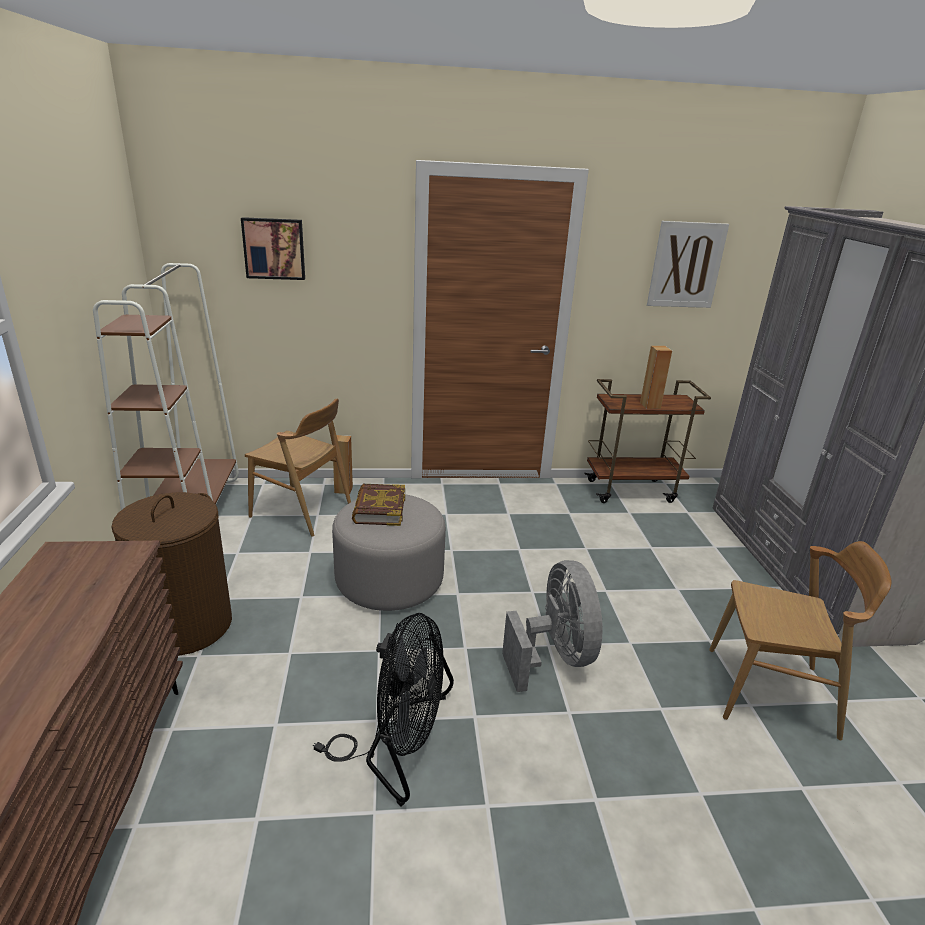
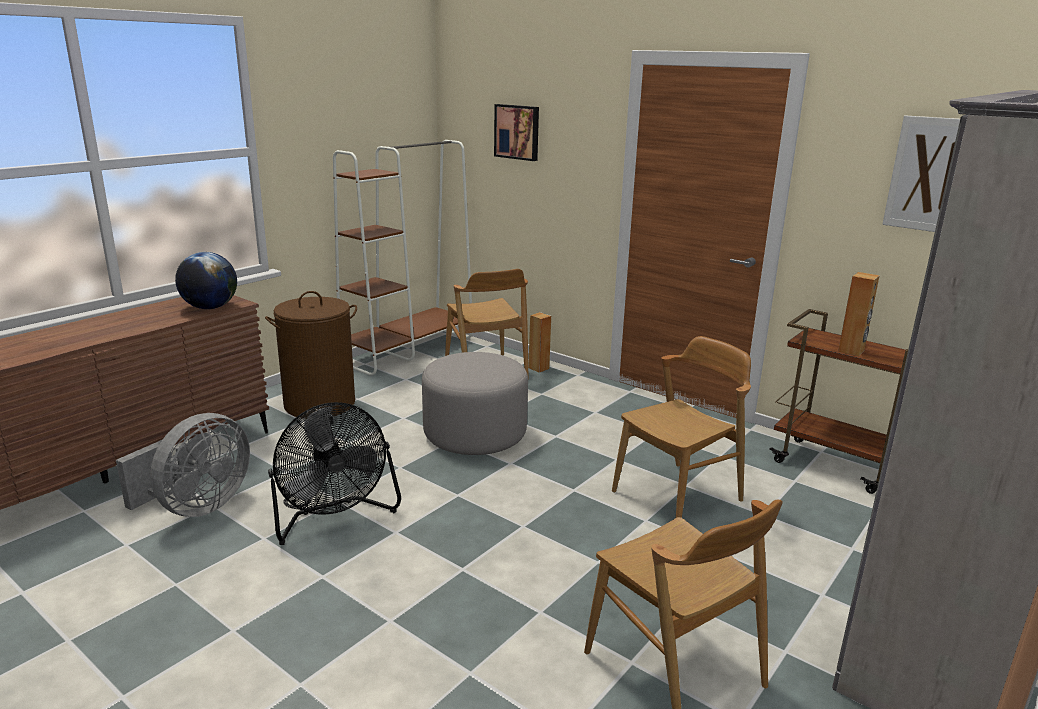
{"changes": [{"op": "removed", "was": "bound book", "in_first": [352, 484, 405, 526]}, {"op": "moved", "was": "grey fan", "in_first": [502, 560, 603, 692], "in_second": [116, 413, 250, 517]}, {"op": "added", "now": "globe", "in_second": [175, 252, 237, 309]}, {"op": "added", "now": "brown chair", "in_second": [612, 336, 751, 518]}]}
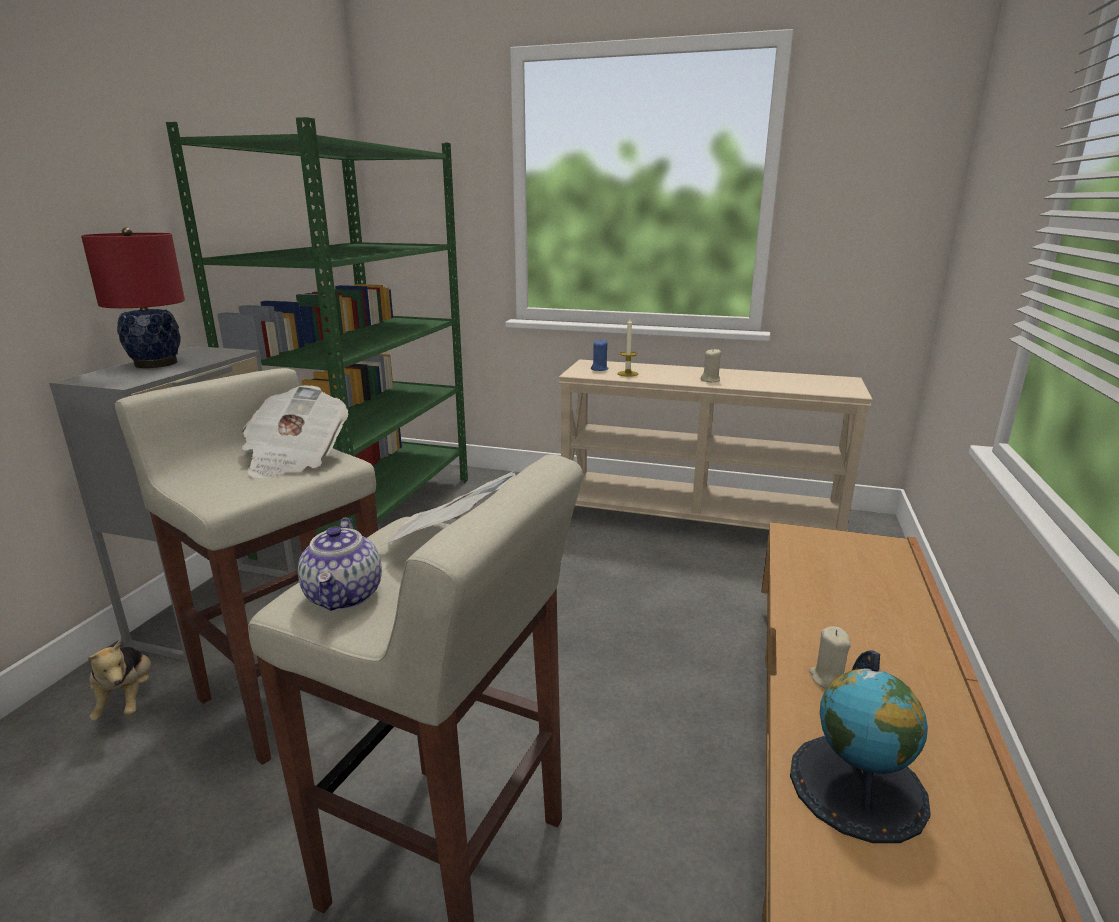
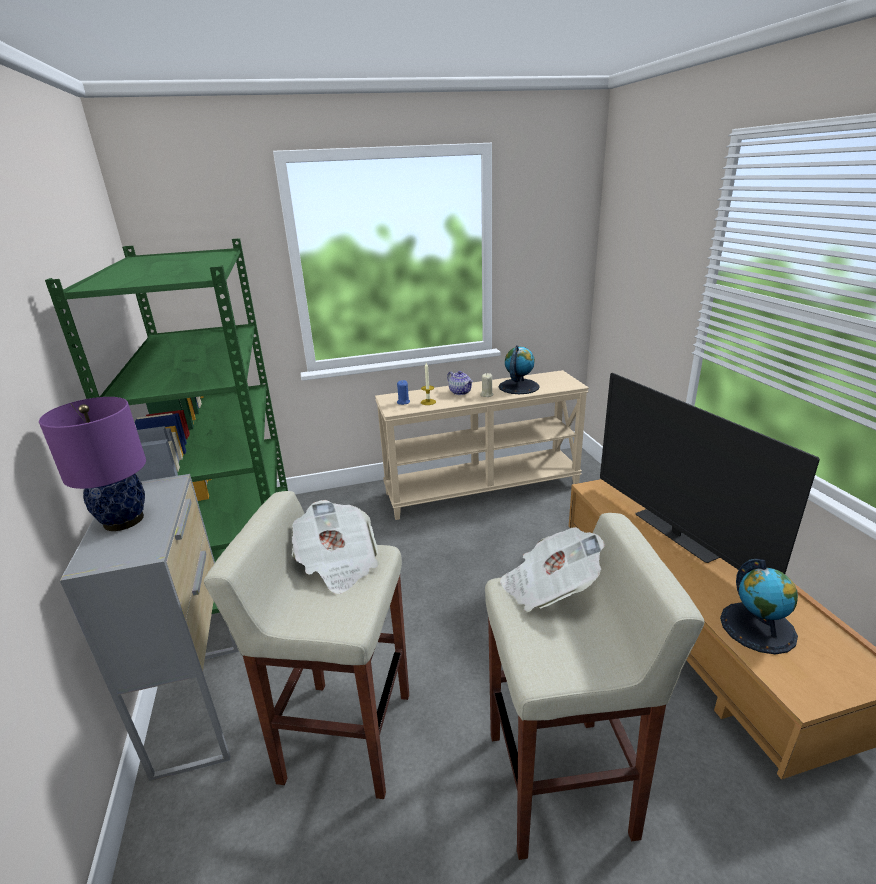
{"changes": [{"op": "recoloured", "was": "red-coloured tabletop lamp", "now": "purplish tabletop lamp", "in_first": [81, 227, 185, 368], "in_second": [39, 397, 146, 531]}, {"op": "removed", "was": "plush toy", "in_first": [88, 638, 151, 721]}, {"op": "moved", "was": "pot for tea", "in_first": [298, 518, 382, 611], "in_second": [447, 371, 473, 395]}, {"op": "removed", "was": "beige wax candle", "in_first": [809, 626, 851, 689]}, {"op": "added", "now": "globe", "in_second": [499, 345, 540, 394]}, {"op": "added", "now": "TV", "in_second": [600, 373, 820, 574]}]}
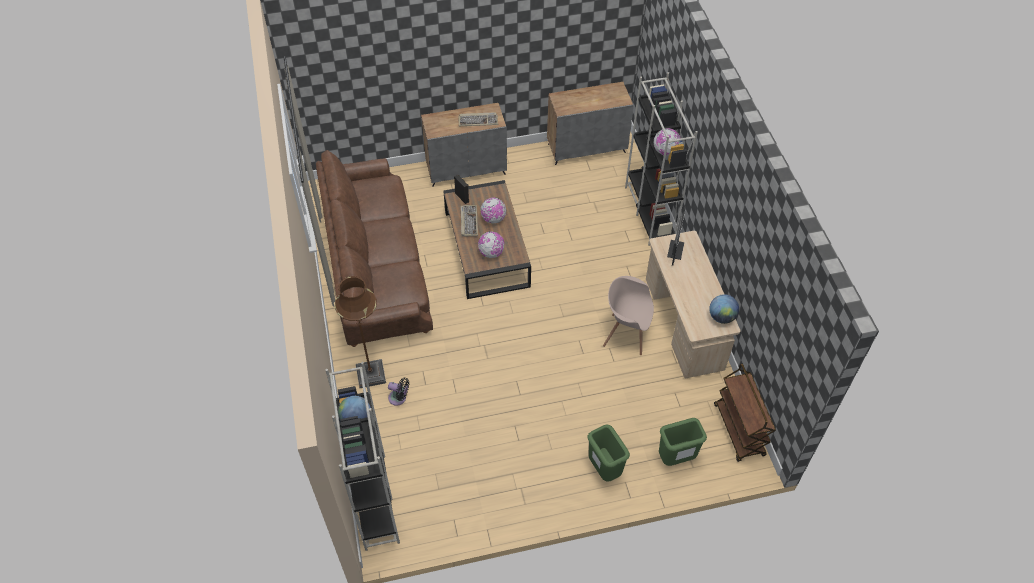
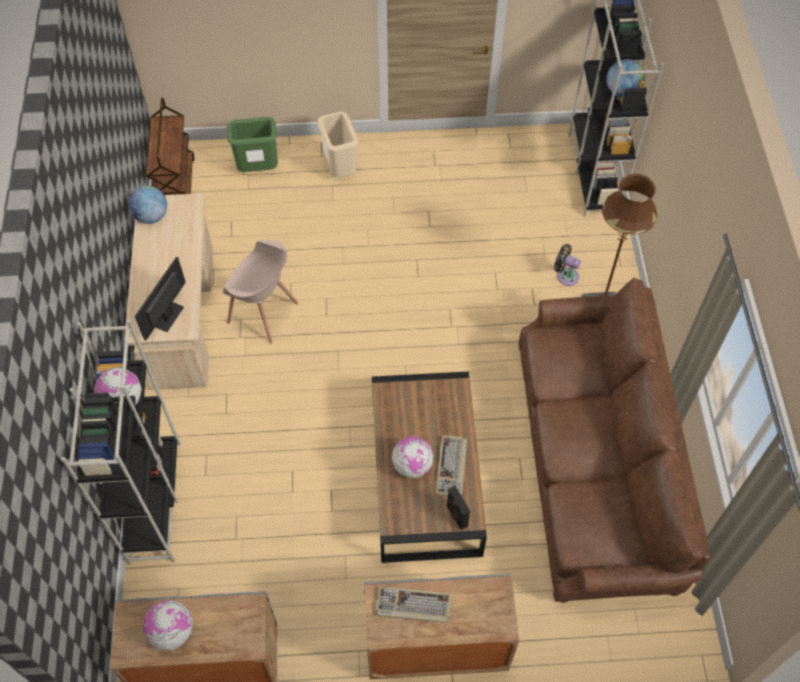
{"changes": [{"op": "moved", "was": "globe", "in_first": [478, 231, 505, 258], "in_second": [143, 600, 193, 650]}, {"op": "recoloured", "was": "green rubbish bin", "now": "beige rubbish bin", "in_first": [588, 425, 630, 482], "in_second": [317, 111, 358, 178]}]}
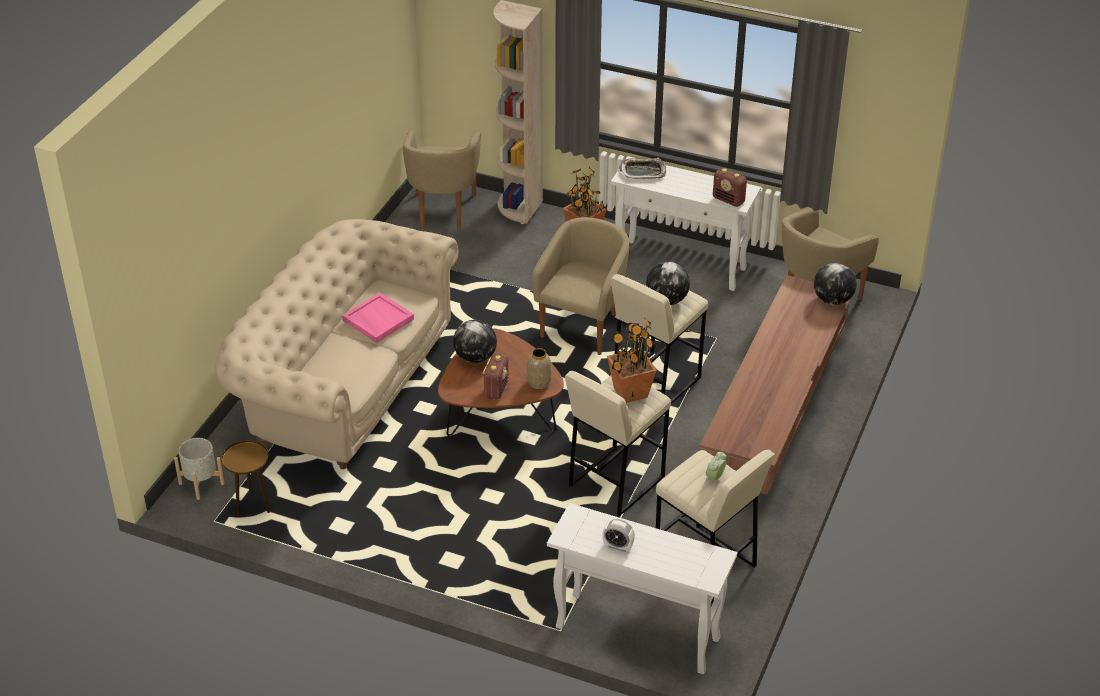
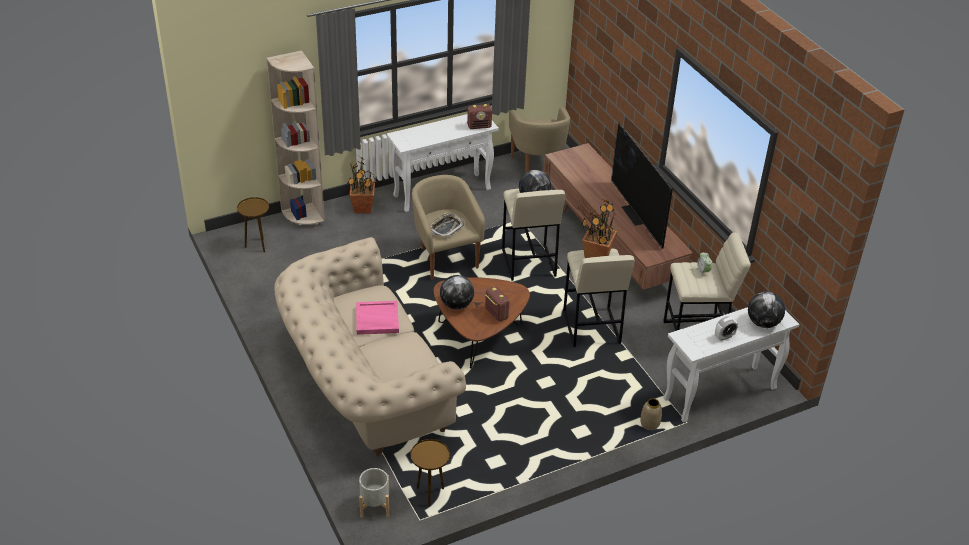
{"changes": [{"op": "replaced", "was": "beige easy chair", "now": "brown accent table", "in_first": [403, 130, 481, 230], "in_second": [237, 197, 269, 252]}, {"op": "moved", "was": "flower vase", "in_first": [526, 348, 552, 389], "in_second": [640, 398, 662, 430]}, {"op": "moved", "was": "carrying tray", "in_first": [619, 158, 666, 179], "in_second": [430, 213, 464, 237]}, {"op": "moved", "was": "globe", "in_first": [814, 263, 857, 305], "in_second": [748, 292, 785, 328]}, {"op": "added", "now": "TV", "in_second": [611, 122, 673, 248]}]}
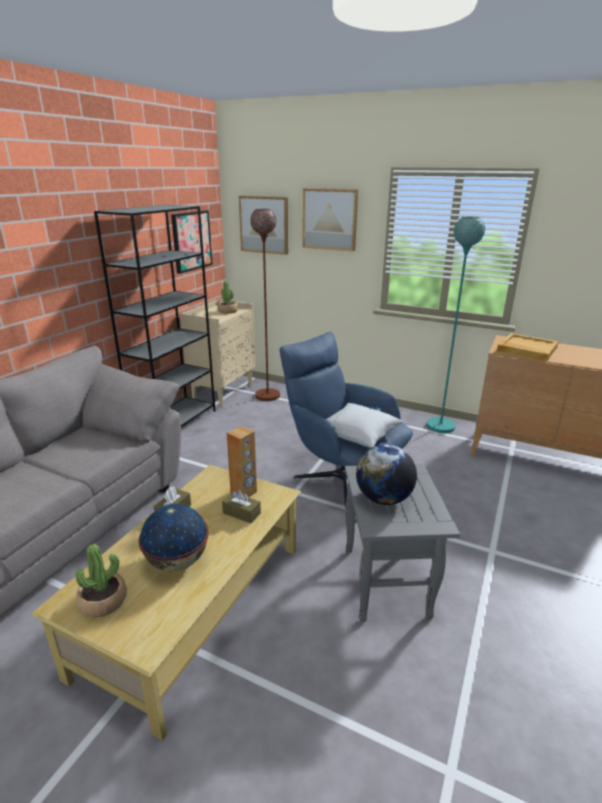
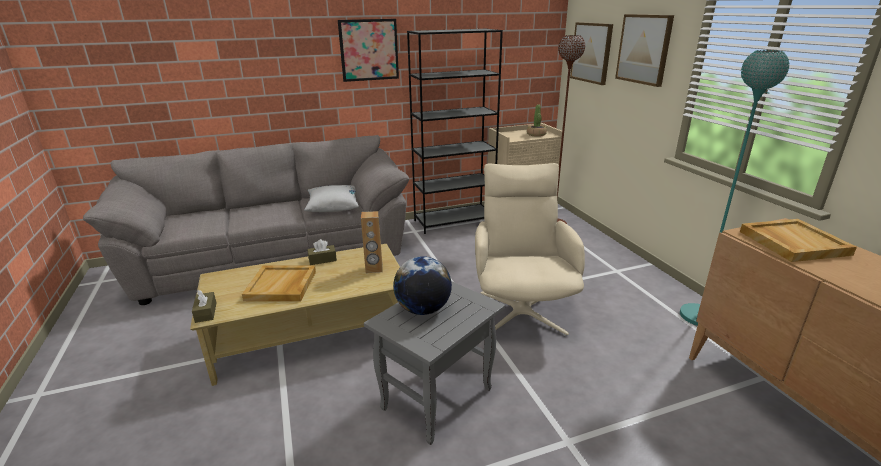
{"changes": [{"op": "removed", "was": "houseplant", "in_first": [75, 544, 127, 617]}, {"op": "replaced", "was": "globe", "now": "beige carrying tray", "in_first": [139, 504, 209, 572], "in_second": [242, 266, 316, 302]}, {"op": "moved", "was": "wall picture", "in_first": [171, 210, 213, 274], "in_second": [338, 19, 399, 82]}, {"op": "moved", "was": "brown tissue box", "in_first": [222, 490, 261, 523], "in_second": [192, 290, 216, 323]}, {"op": "recoloured", "was": "bluish easy chair", "now": "beige easy chair", "in_first": [280, 332, 413, 509], "in_second": [475, 163, 585, 336]}, {"op": "moved", "was": "grey pillow", "in_first": [326, 403, 403, 448], "in_second": [304, 185, 359, 212]}]}
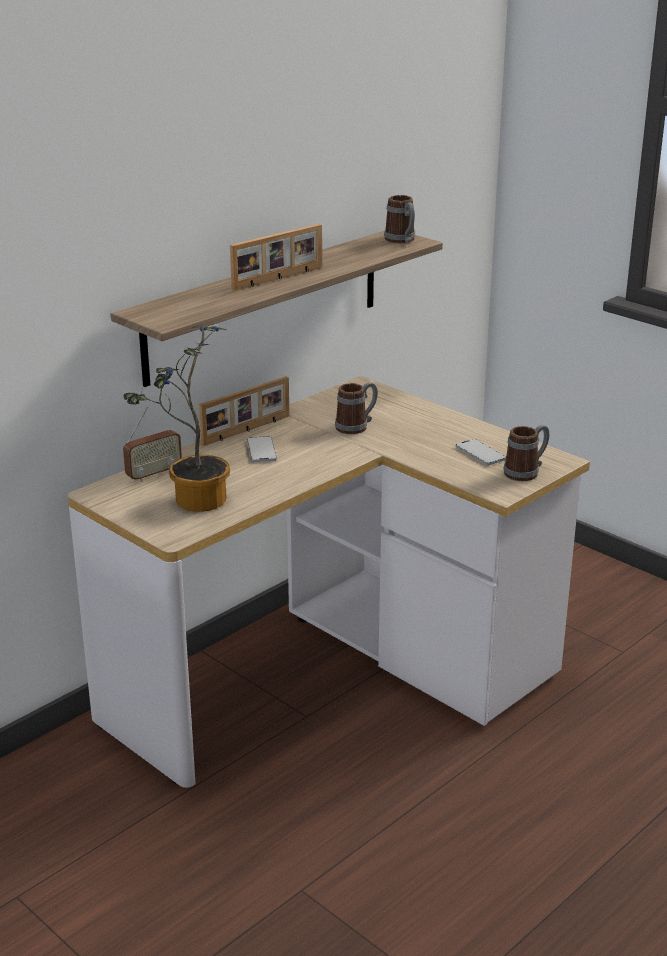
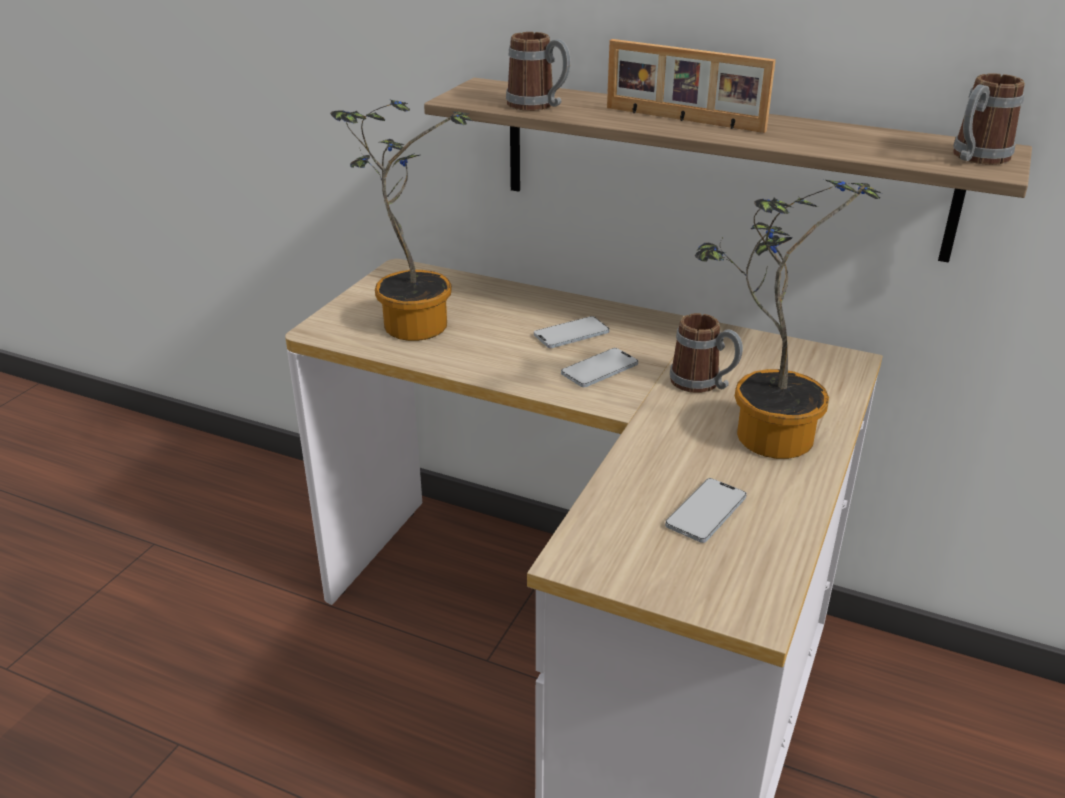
{"changes": [{"op": "removed", "was": "radio receiver", "in_first": [123, 406, 182, 482]}, {"op": "removed", "was": "picture frame", "in_first": [199, 376, 289, 446]}, {"op": "moved", "was": "coffee mug", "in_first": [503, 425, 549, 481], "in_second": [506, 32, 571, 111]}, {"op": "added", "now": "telephone", "in_second": [561, 348, 638, 387]}, {"op": "added", "now": "houseplant", "in_second": [695, 180, 881, 459]}]}
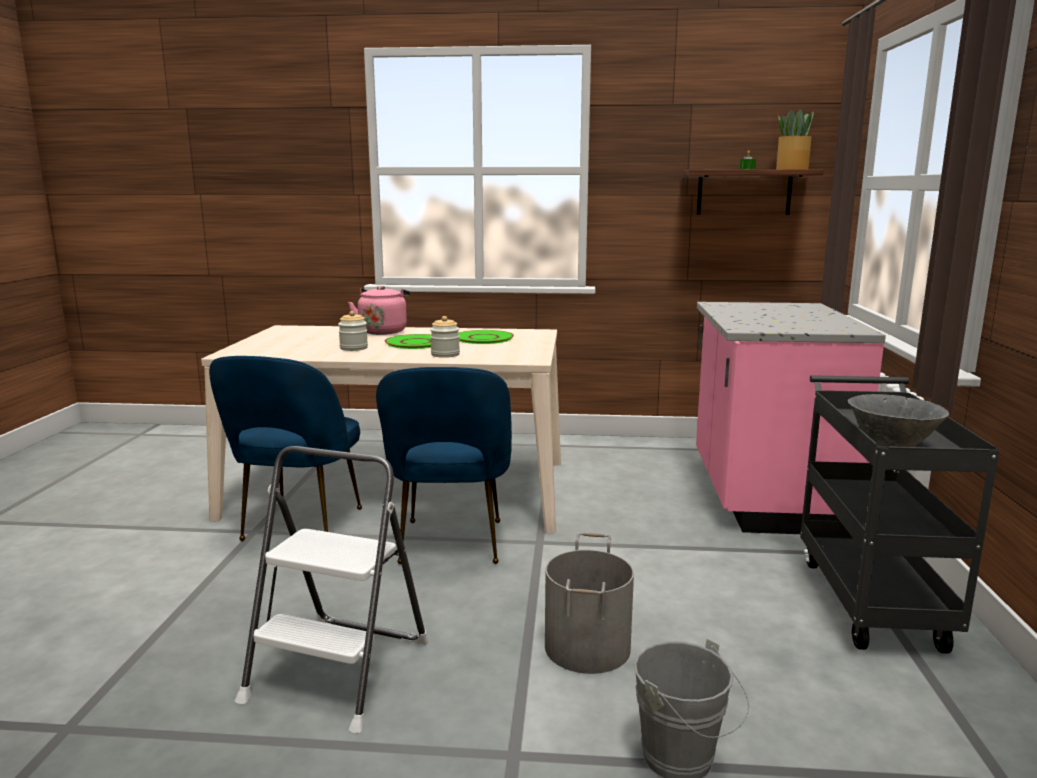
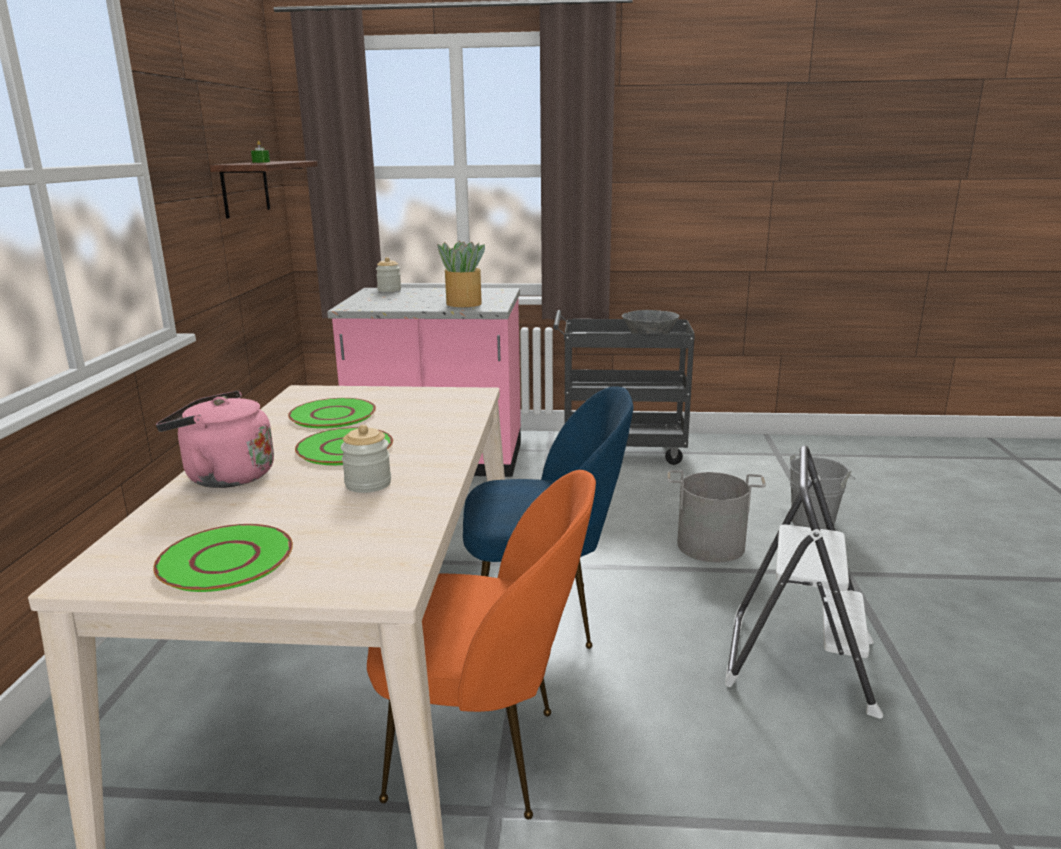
{"changes": [{"op": "recoloured", "was": "bluish chair", "now": "orange chair", "in_first": [209, 356, 362, 541], "in_second": [367, 470, 596, 820]}, {"op": "moved", "was": "jar", "in_first": [430, 316, 460, 358], "in_second": [376, 257, 401, 292]}, {"op": "moved", "was": "houseplant", "in_first": [776, 109, 814, 170], "in_second": [437, 241, 485, 307]}, {"op": "added", "now": "green dinner plate", "in_second": [153, 524, 293, 592]}]}
